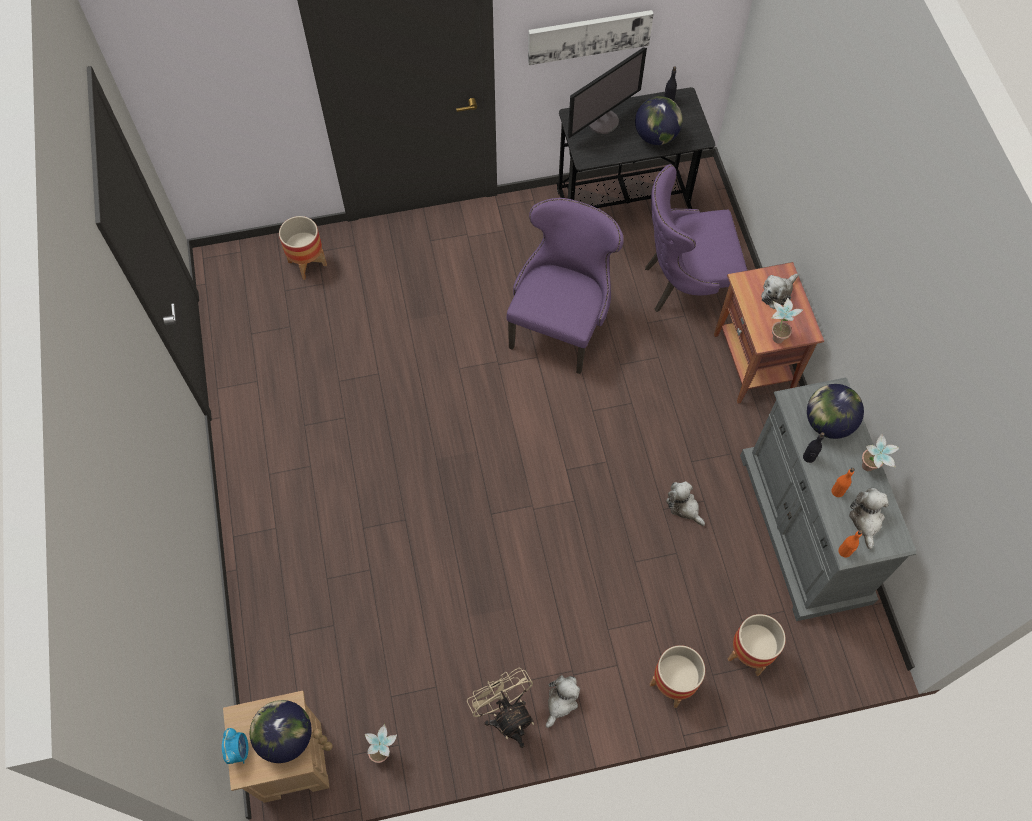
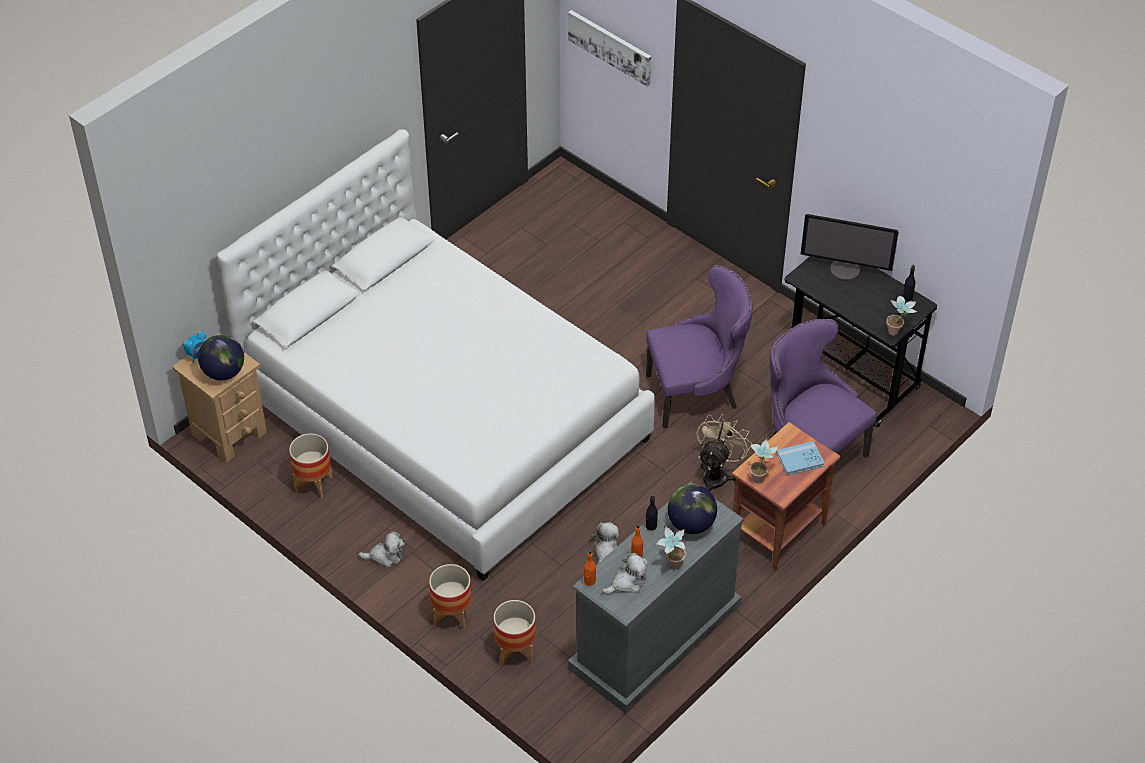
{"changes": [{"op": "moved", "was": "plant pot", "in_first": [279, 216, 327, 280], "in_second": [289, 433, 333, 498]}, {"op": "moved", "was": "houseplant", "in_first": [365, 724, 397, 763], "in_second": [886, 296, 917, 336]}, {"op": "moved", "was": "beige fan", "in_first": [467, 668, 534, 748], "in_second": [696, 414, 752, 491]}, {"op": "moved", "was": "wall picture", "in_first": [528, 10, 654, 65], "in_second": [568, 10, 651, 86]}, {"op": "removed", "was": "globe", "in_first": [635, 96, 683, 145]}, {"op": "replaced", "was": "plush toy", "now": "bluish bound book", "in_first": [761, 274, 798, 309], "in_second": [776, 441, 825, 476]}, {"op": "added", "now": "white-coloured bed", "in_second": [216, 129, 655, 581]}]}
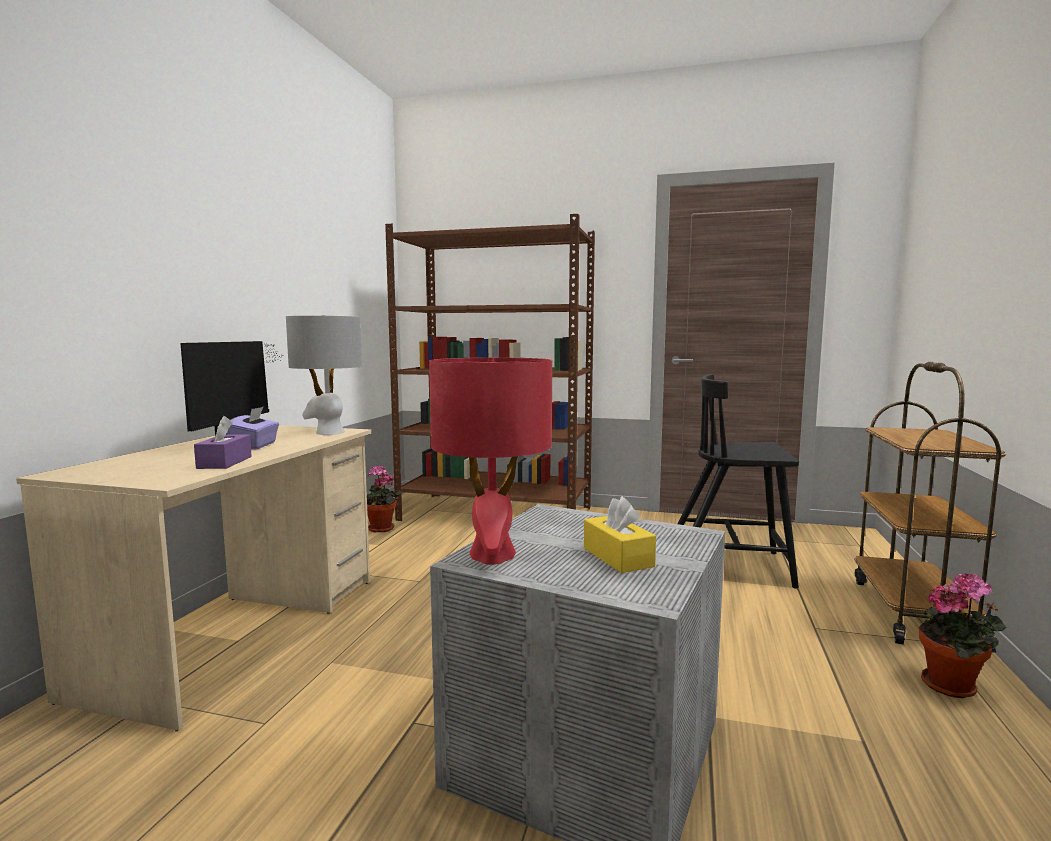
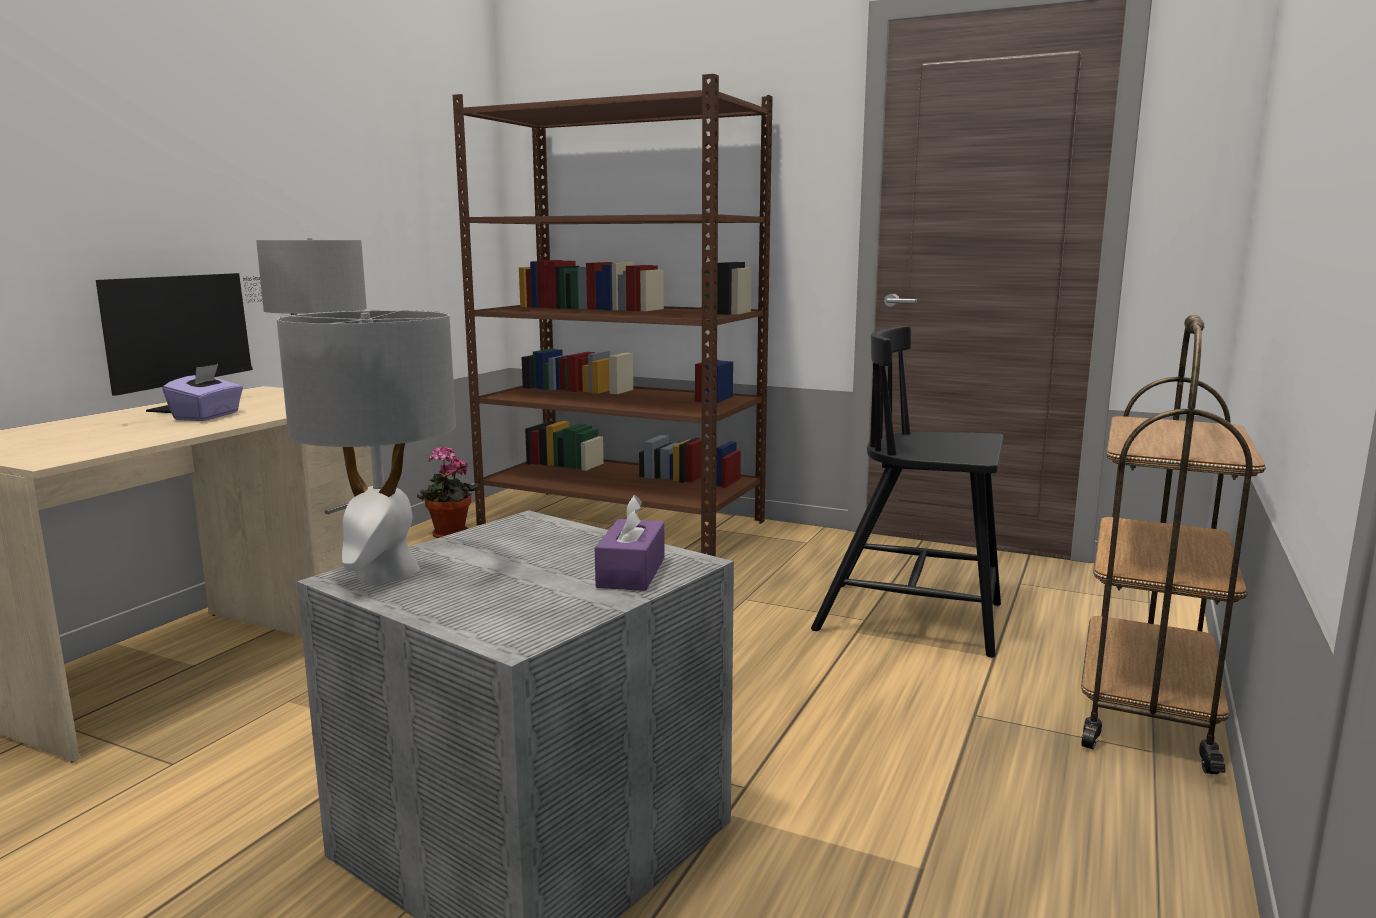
{"changes": [{"op": "moved", "was": "purplish tissue box", "in_first": [194, 416, 252, 469], "in_second": [595, 495, 665, 591]}, {"op": "recoloured", "was": "red-coloured tabletop lamp", "now": "grey tabletop lamp", "in_first": [429, 357, 552, 565], "in_second": [277, 310, 456, 585]}, {"op": "removed", "was": "yellow-coloured tissue box", "in_first": [584, 496, 656, 573]}, {"op": "removed", "was": "houseplant", "in_first": [919, 573, 1007, 698]}]}
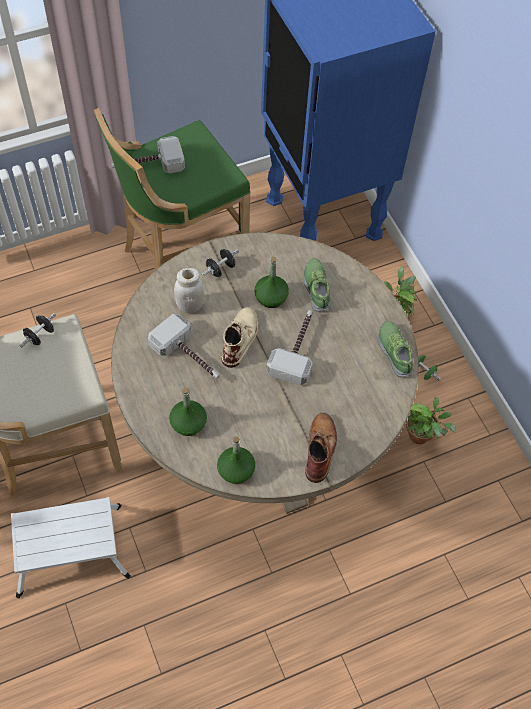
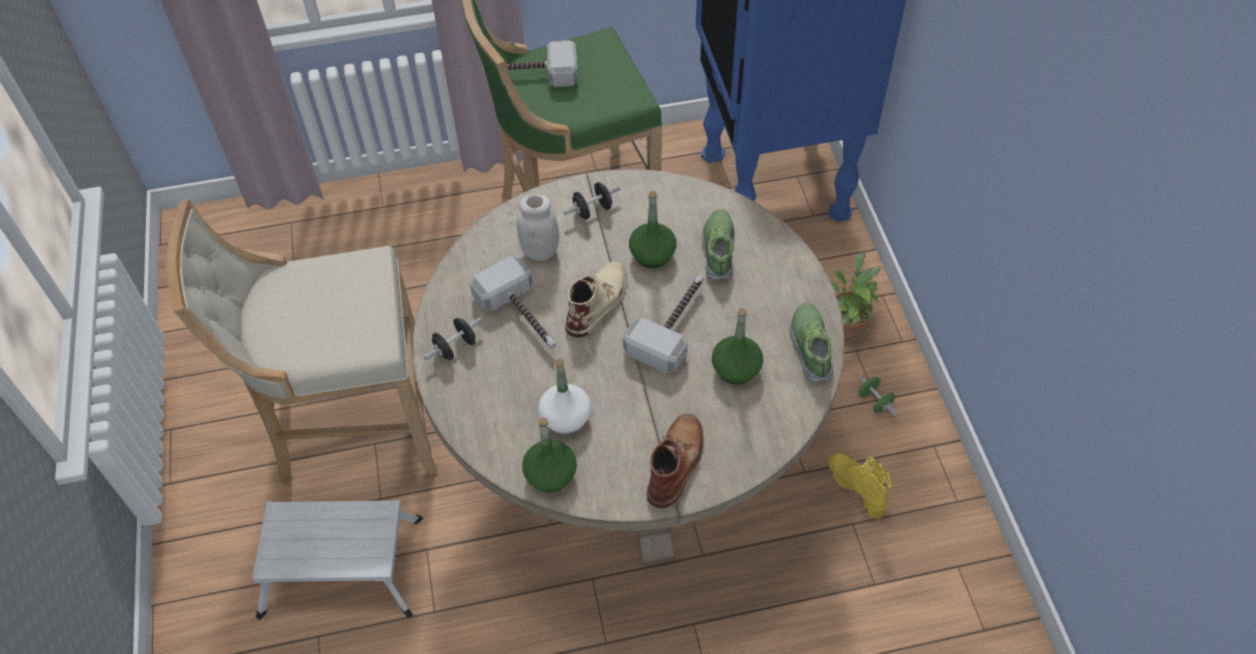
{"changes": [{"op": "moved", "was": "blackish dumbbell", "in_first": [20, 313, 56, 347], "in_second": [424, 318, 482, 360]}, {"op": "moved", "was": "green bottle", "in_first": [169, 387, 207, 436], "in_second": [712, 308, 763, 385]}, {"op": "replaced", "was": "houseplant", "now": "yellow-coloured boot", "in_first": [406, 397, 456, 444], "in_second": [829, 452, 891, 519]}, {"op": "added", "now": "white-coloured bottle", "in_second": [538, 359, 591, 434]}]}
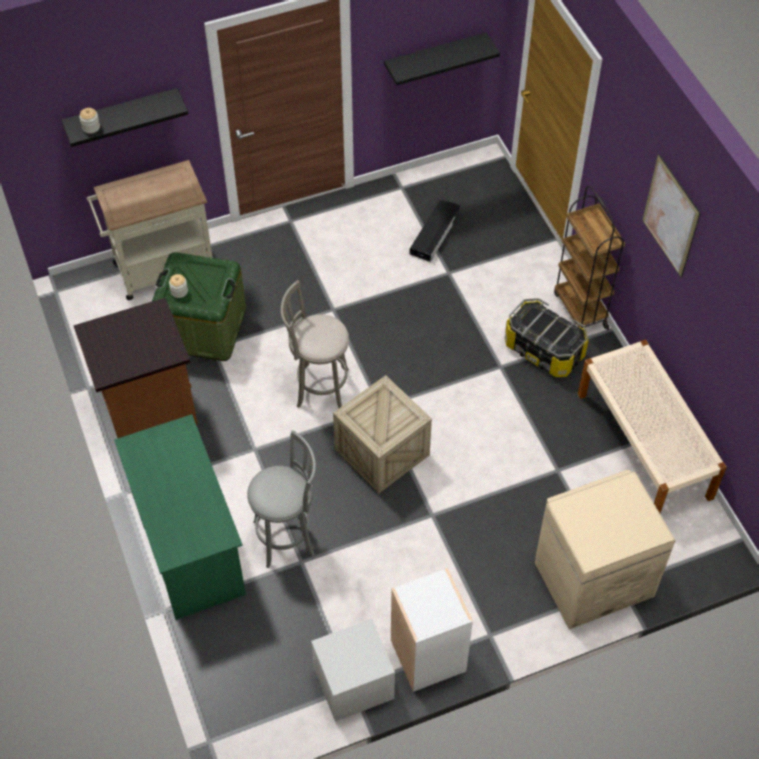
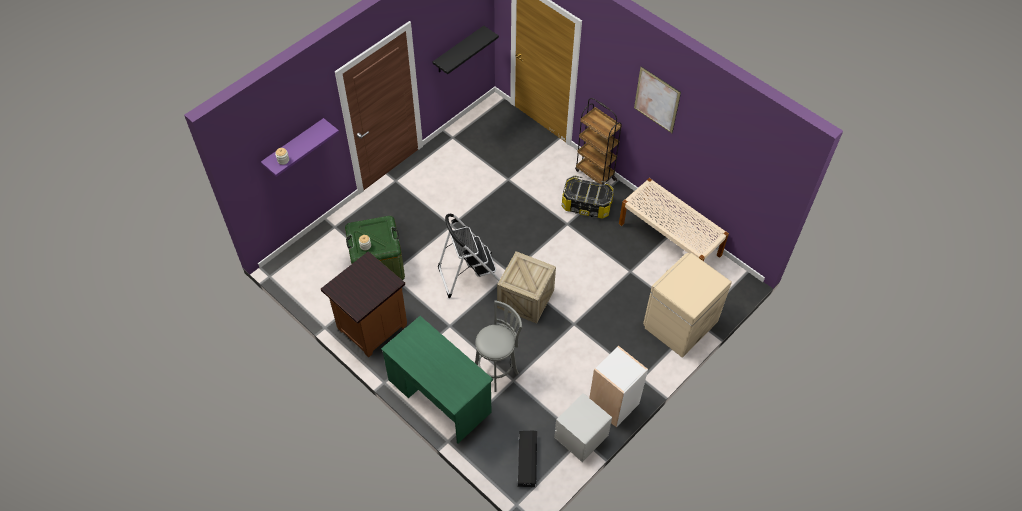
{"changes": [{"op": "recoloured", "was": "blackish shelf", "now": "purplish shelf", "in_first": [61, 88, 188, 147], "in_second": [261, 118, 339, 177]}, {"op": "removed", "was": "beige trolley", "in_first": [86, 160, 213, 300]}, {"op": "replaced", "was": "grey sitting stool", "now": "step stool", "in_first": [281, 280, 349, 408], "in_second": [438, 214, 500, 298]}, {"op": "moved", "was": "blackish storage container", "in_first": [410, 200, 460, 262], "in_second": [518, 431, 537, 487]}]}
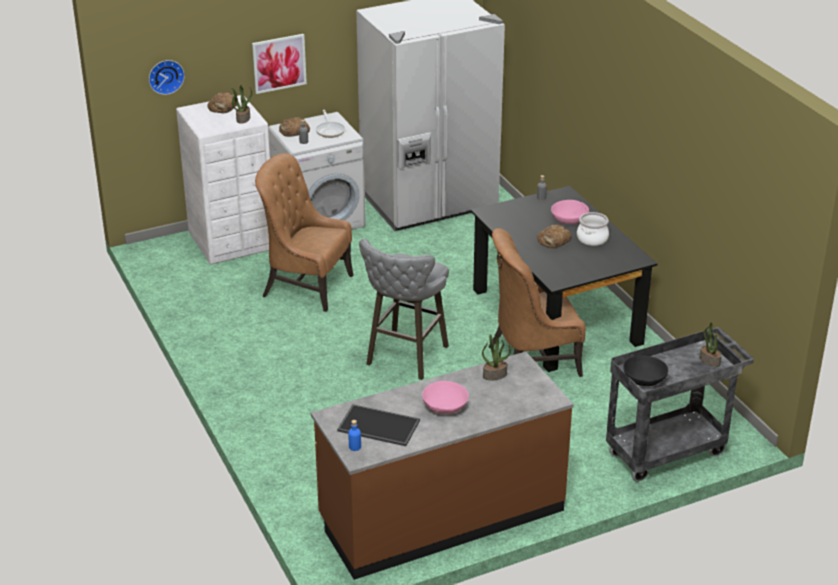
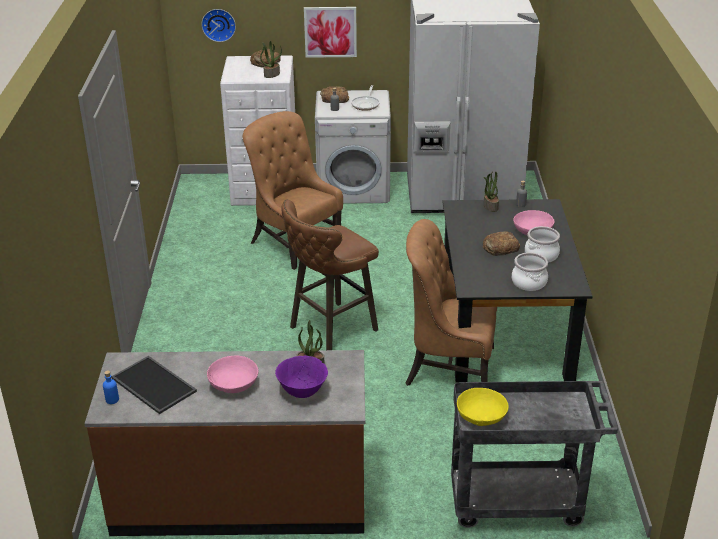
{"changes": [{"op": "recoloured", "was": "grey sitting stool", "now": "brown sitting stool", "in_first": [359, 239, 449, 380], "in_second": [282, 200, 379, 350]}, {"op": "recoloured", "was": "blackish bowl", "now": "yellow-coloured bowl", "in_first": [623, 355, 668, 386], "in_second": [457, 388, 509, 426]}, {"op": "moved", "was": "houseplant", "in_first": [699, 322, 722, 367], "in_second": [483, 171, 499, 212]}, {"op": "added", "now": "purplish bowl", "in_second": [275, 355, 328, 398]}, {"op": "added", "now": "cooking pot", "in_second": [512, 252, 548, 291]}]}
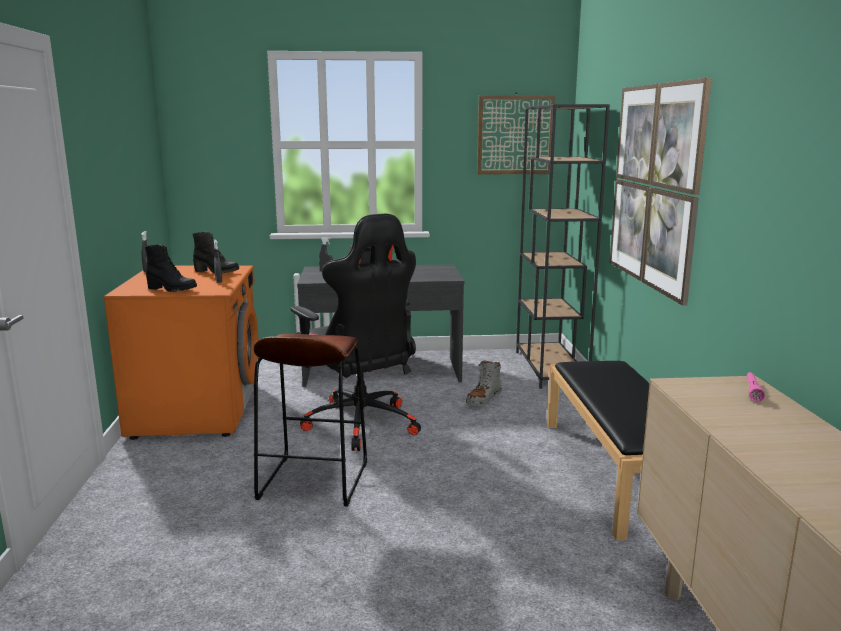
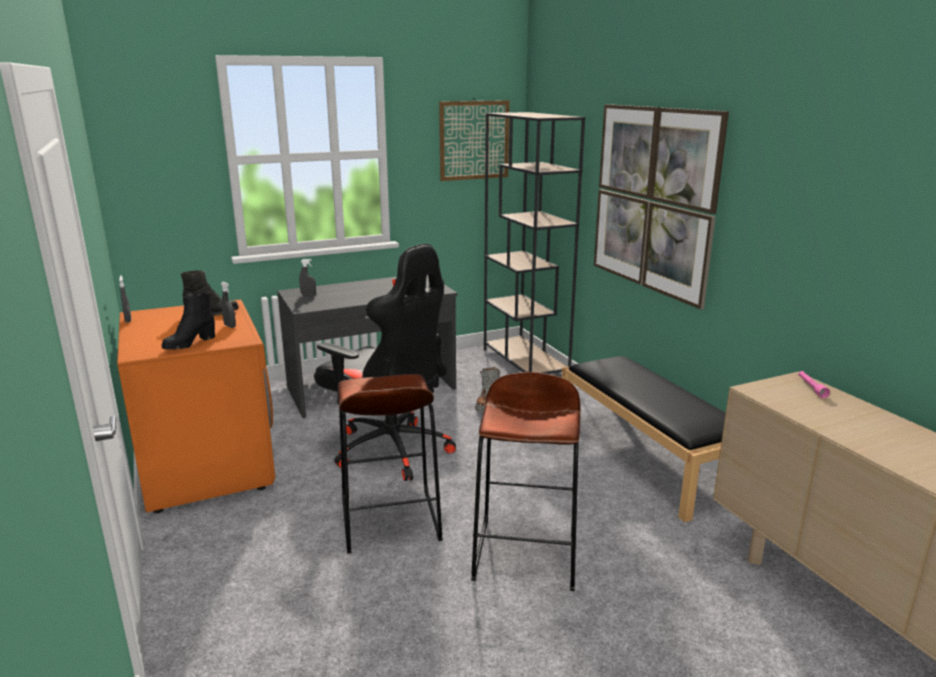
{"changes": [{"op": "turned", "was": "blackish boot", "in_first": [145, 245, 197, 292], "in_second": [162, 292, 215, 350], "clockwise": 135}, {"op": "added", "now": "brown sitting stool", "in_second": [471, 372, 581, 591]}]}
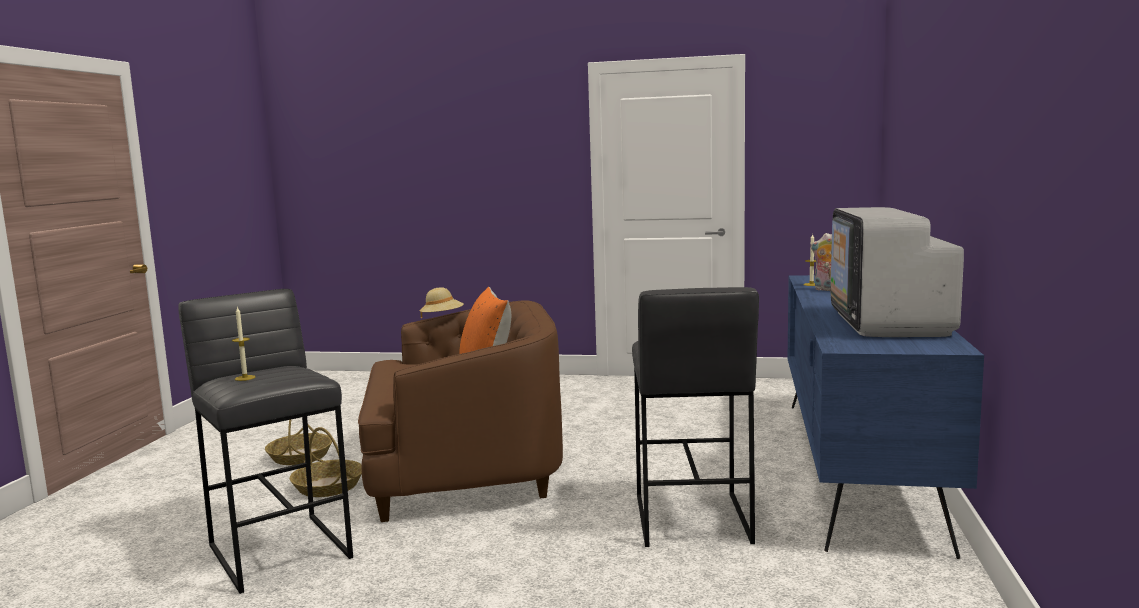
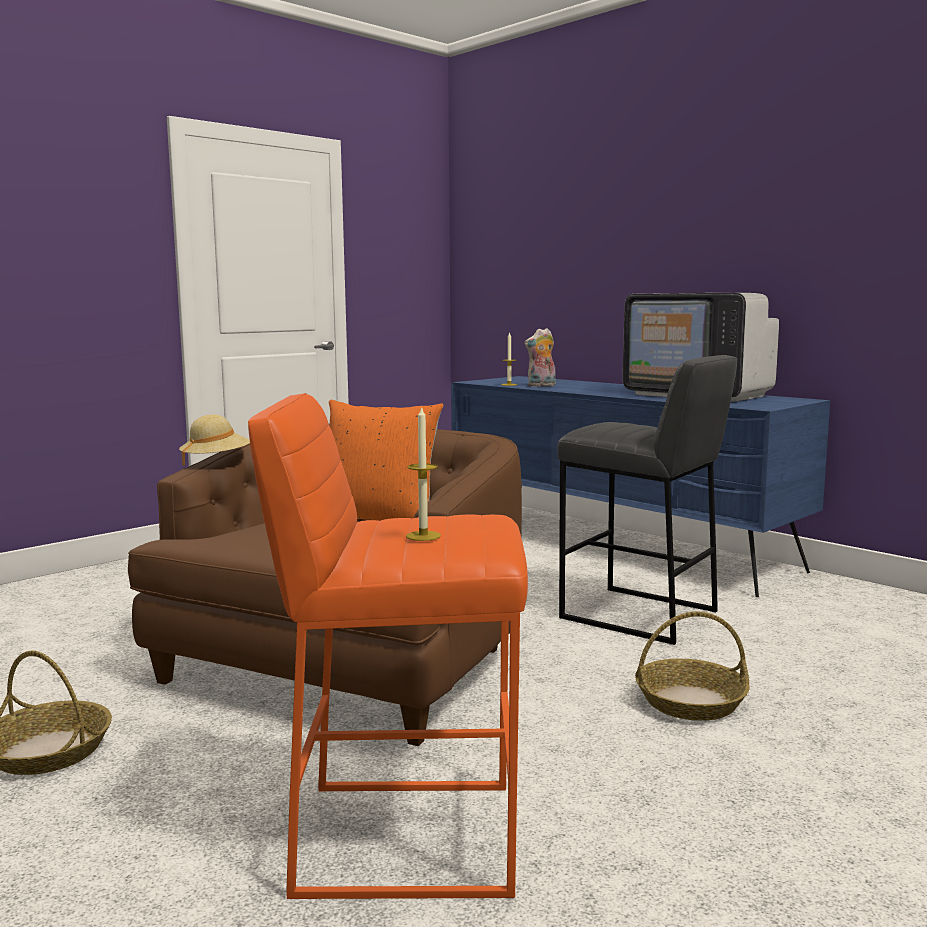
{"changes": [{"op": "recoloured", "was": "grey sitting stool", "now": "orange sitting stool", "in_first": [178, 289, 353, 594], "in_second": [248, 393, 528, 899]}, {"op": "moved", "was": "storage basket", "in_first": [290, 427, 362, 497], "in_second": [635, 611, 750, 721]}]}
